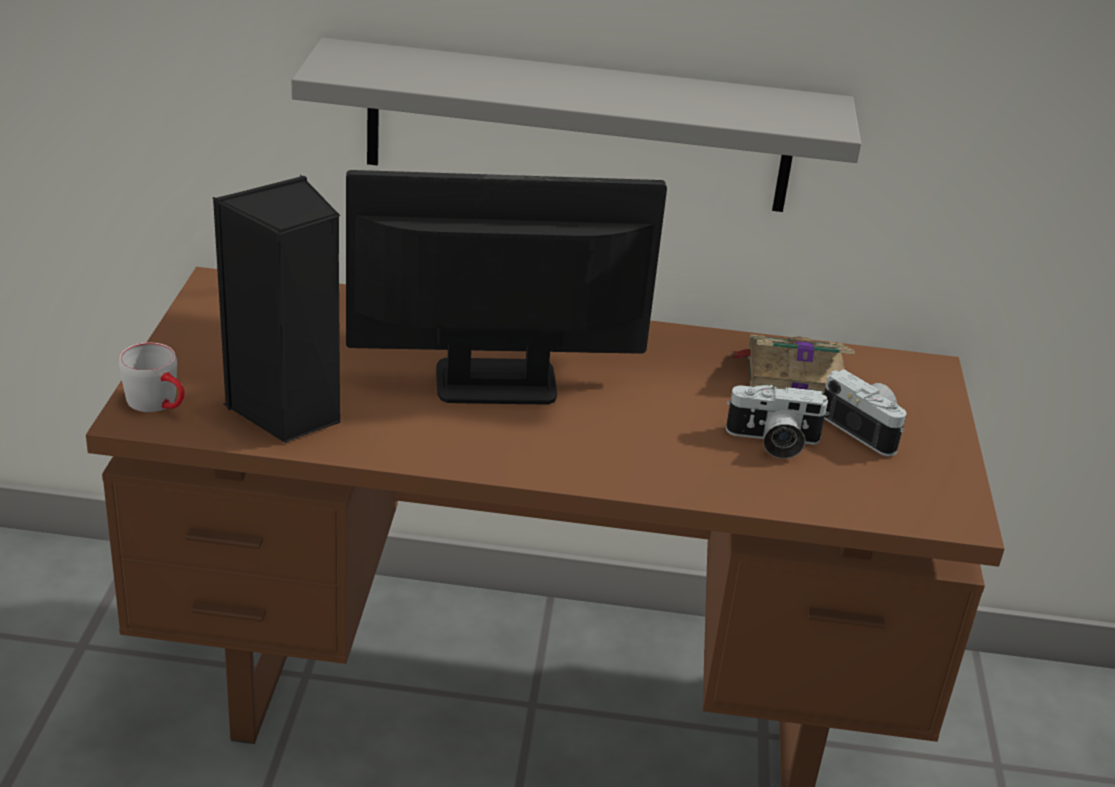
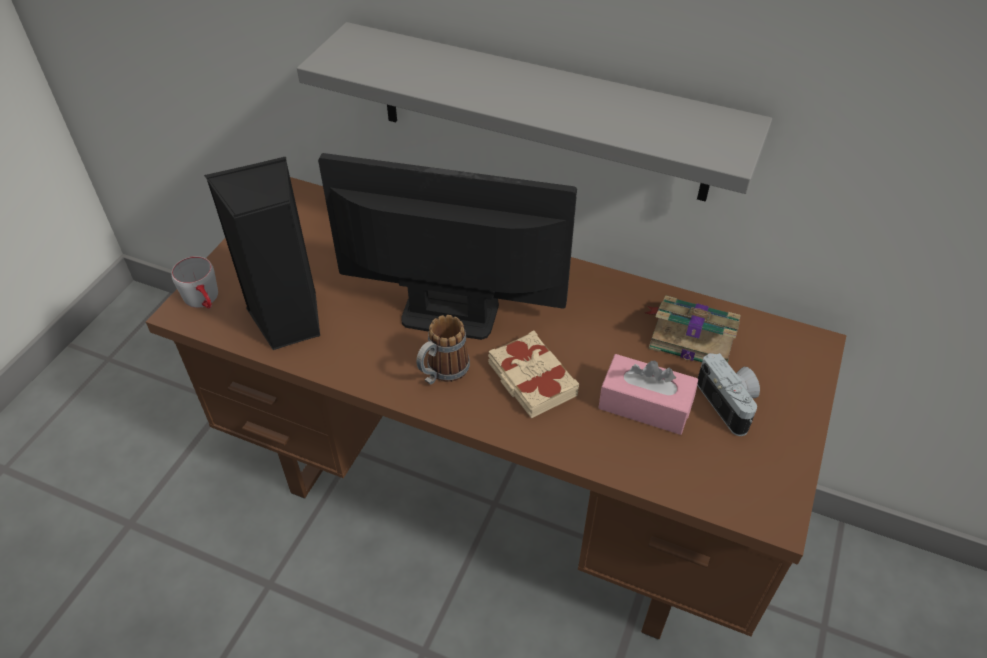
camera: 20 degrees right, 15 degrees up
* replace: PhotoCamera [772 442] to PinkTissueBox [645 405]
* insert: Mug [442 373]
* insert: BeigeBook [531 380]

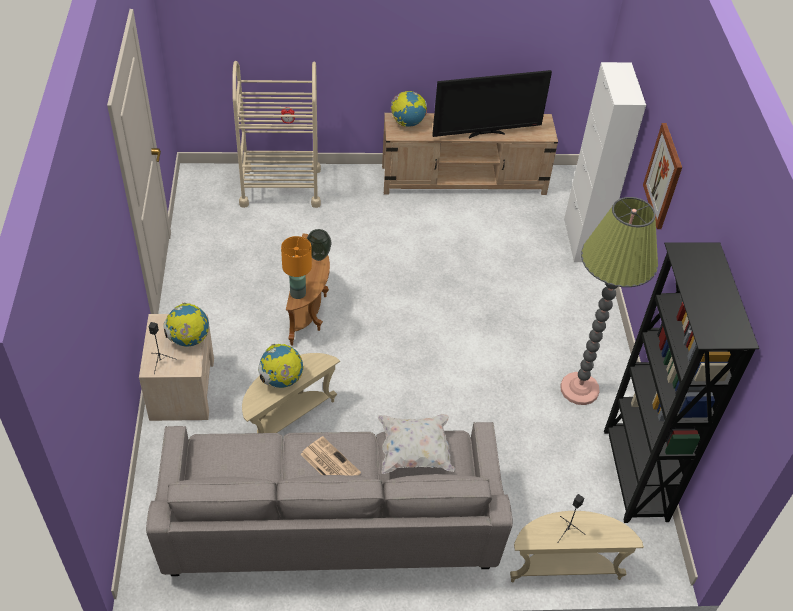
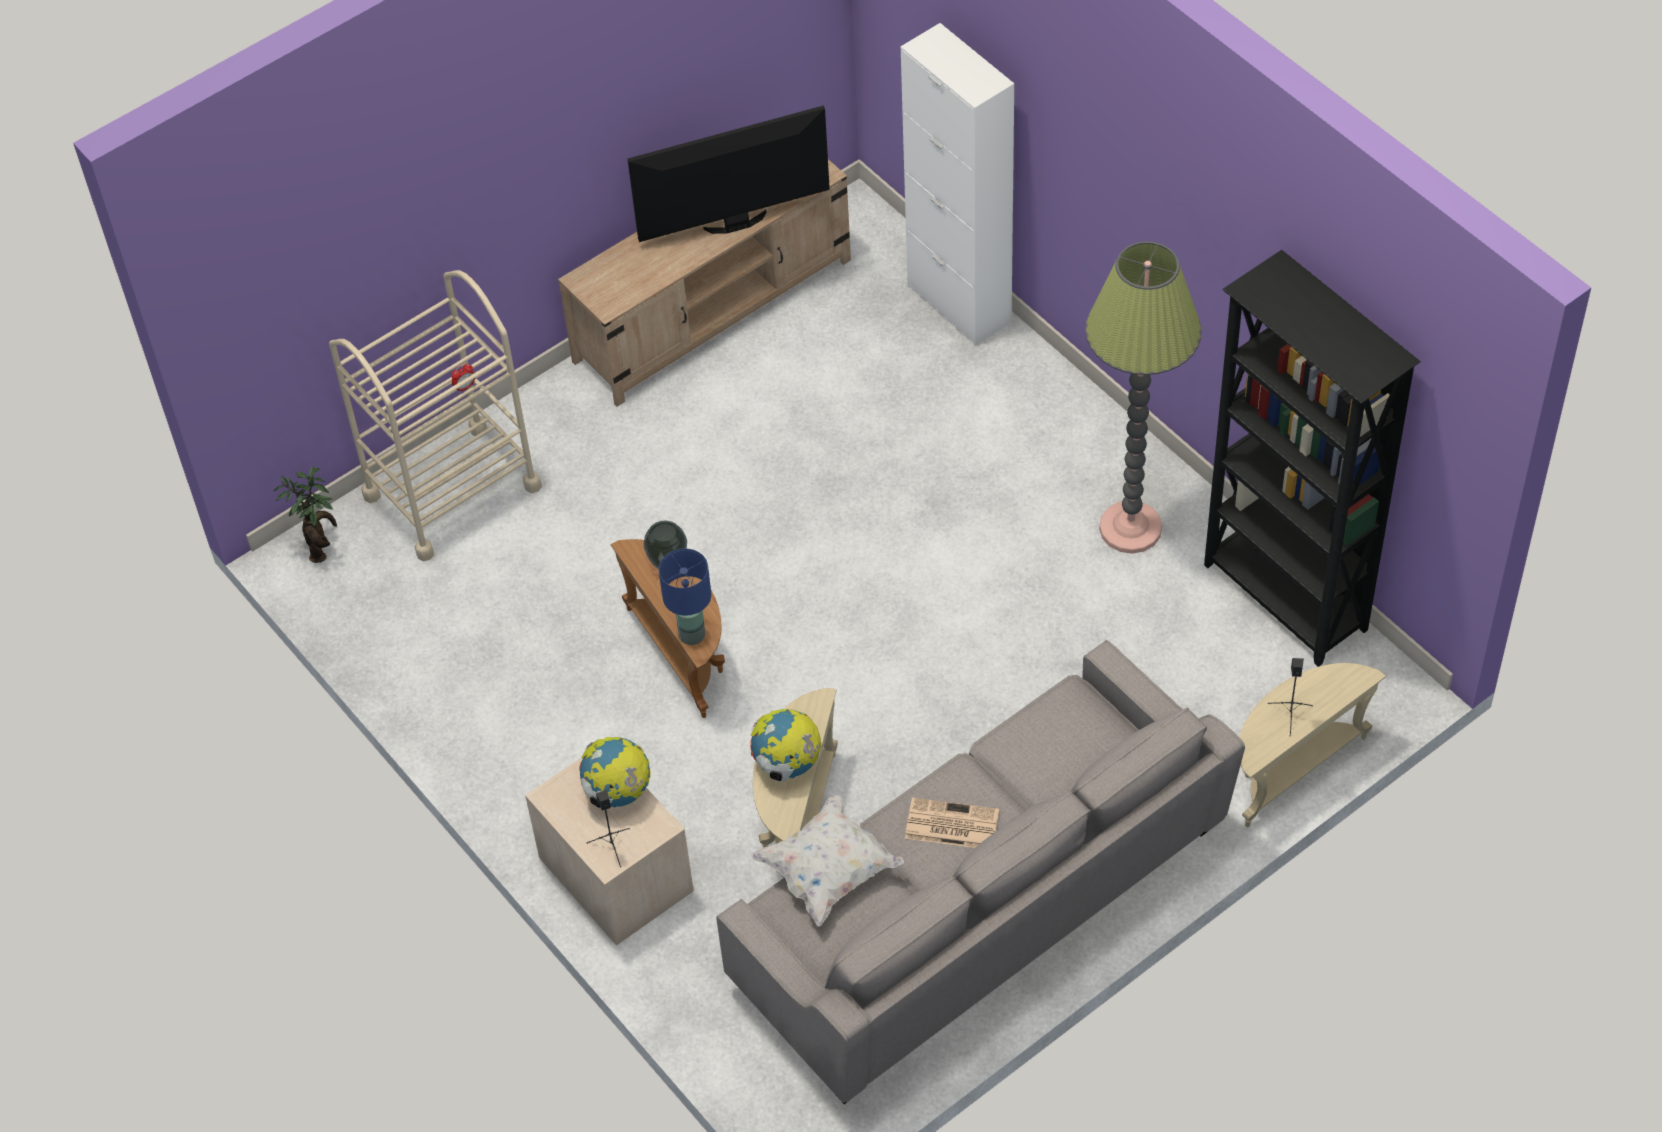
camera: 30 degrees left, 5 degrees up
* rotate: Television [486 133] = [736 224] 150 degrees counterclockwise
* delete: Globe [408 123]
* delete: Picture [663 176]
* recolor: OrangeTableLamp [297 293] to BlueTableLamp [691 635]
* move: WhitePillow [414 452] to [828 871]
* insert: PottedPlant [321 546]

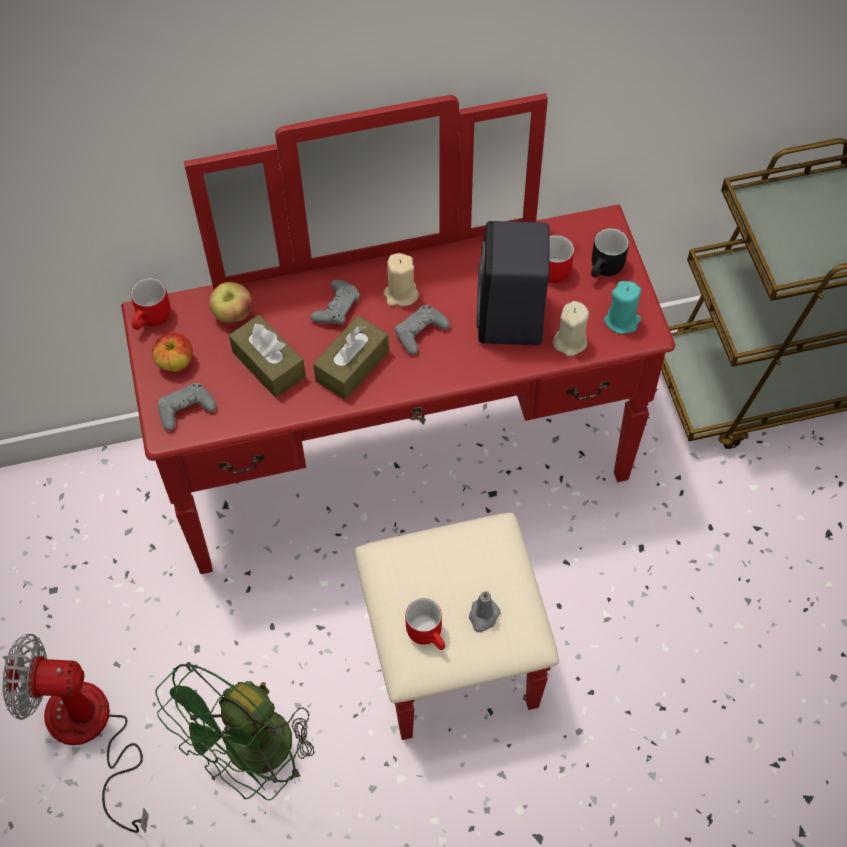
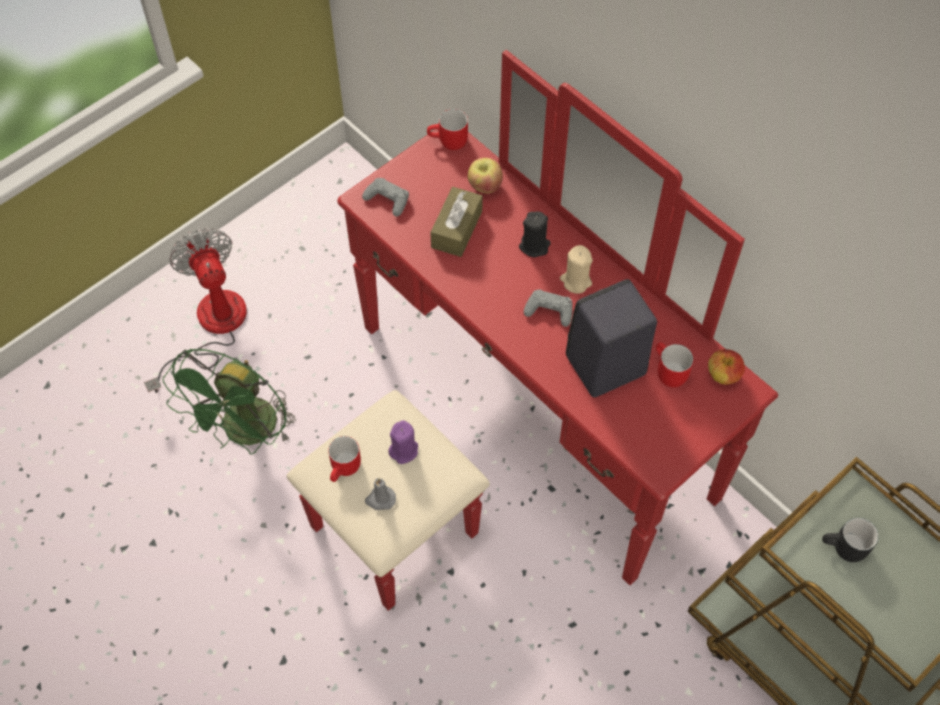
camera: 60 degrees right, 0 degrees up
* move: BlackMug [606 269] to [844 550]
* replace: GreyGameController [336 308] to BlackCandle [534 246]
* delete: TurquoiseCandle [622 321]
* delete: BeigeCandle [570 341]
* delete: BrownTissueBox [352 366]
* move: Apple [175 362] to [723 375]
* rotate: GreenFan [250 756] = [246 433] 75 degrees counterclockwise
* insert: PurpleCandle [404 450]

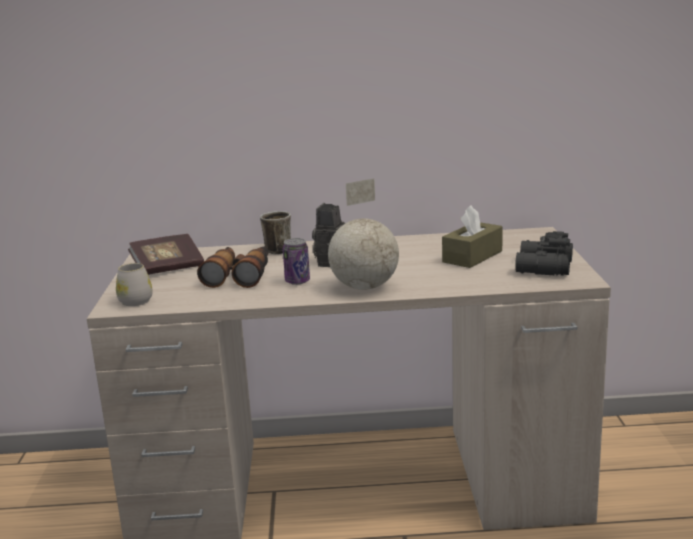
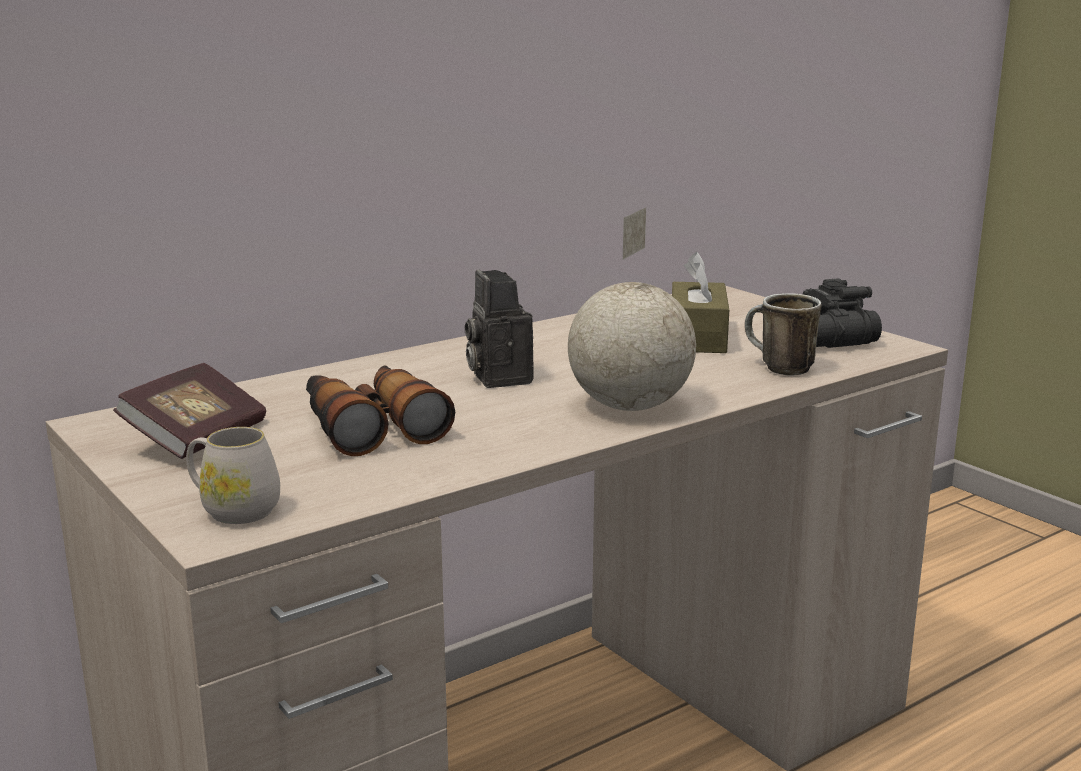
camera: 35 degrees left, 0 degrees up
* move: Mug [275 250] to [777 368]
* delete: Can [297 281]

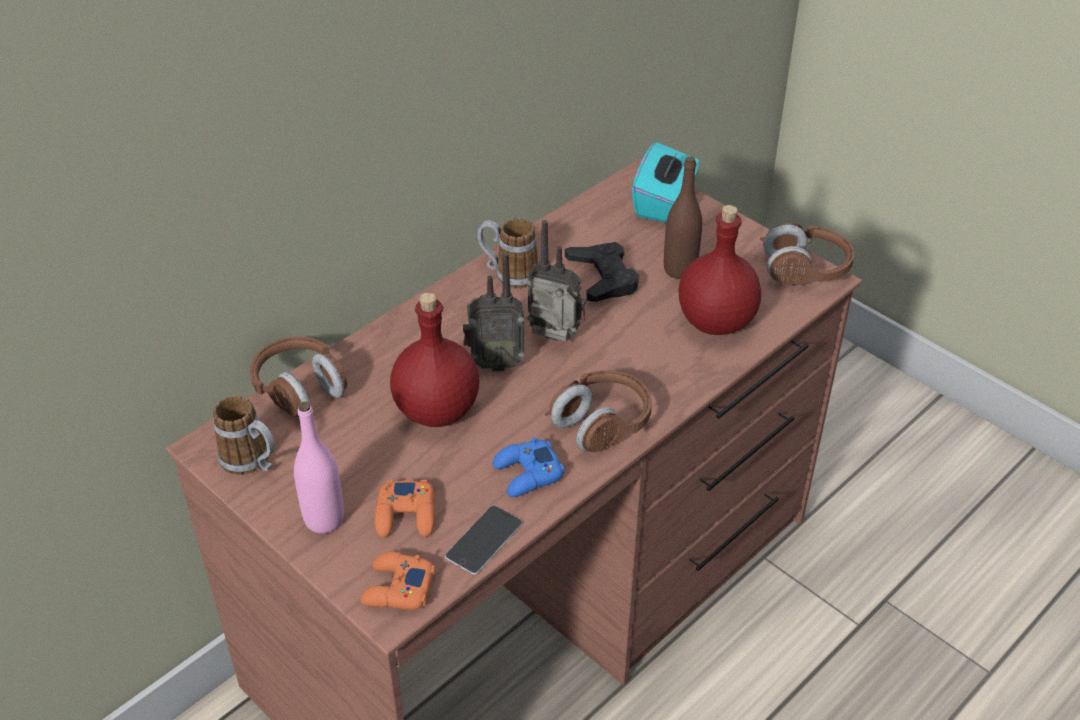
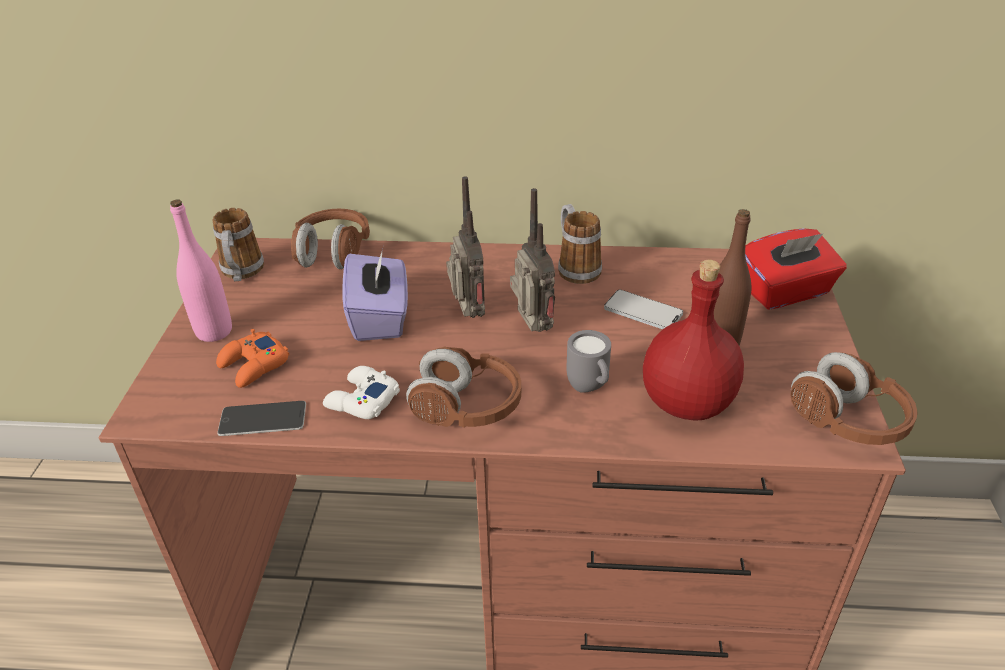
camera: 50 degrees right, 5 degrees down
* recolor: TurquoiseTissueBox [664 203] to RedTissueBox [785 292]
* replace: BlackGameController [603 277] to Phone [643 311]
* rotate: Radio [494 363] = [467 315] 150 degrees counterclockwise
* replace: RedBottle [435 411] to PurpleTissueBox [380 318]
* recolor: BlueGameController [527 474] to WhiteGameController [361 400]
* delete: OrangeGameController [397 588]
* insert: GreyMug [590 388]

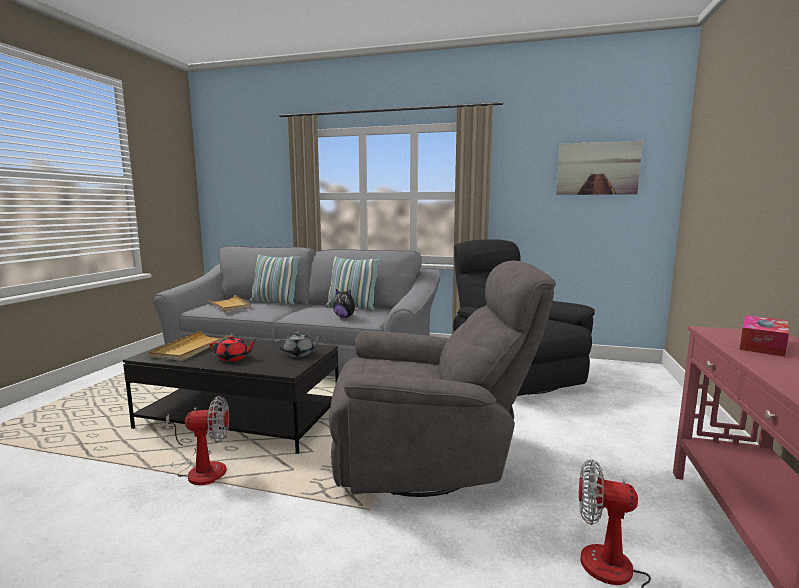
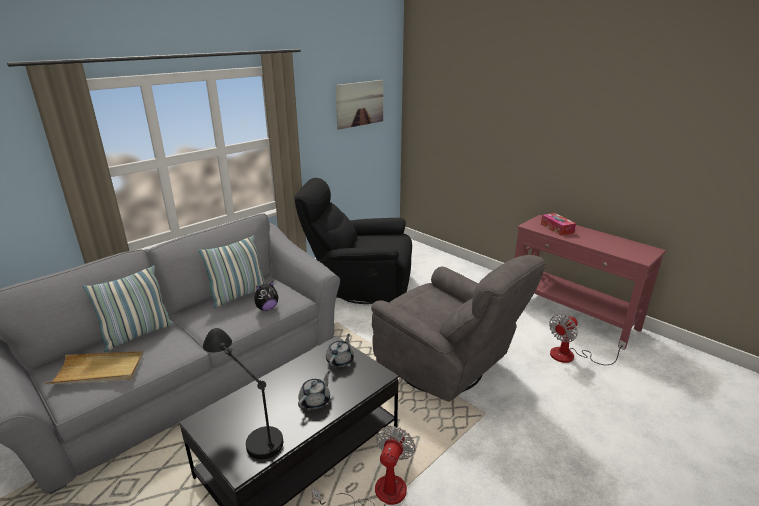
camera: 60 degrees left, 15 degrees up
* rotate: GreyArmchair [429 459] = [445 369] 105 degrees clockwise
* replace: BeigeTray [192 348] to BlackTableLamp [248 426]
* recolor: RedTeapot [233 358] to GreyTeapot [315 400]

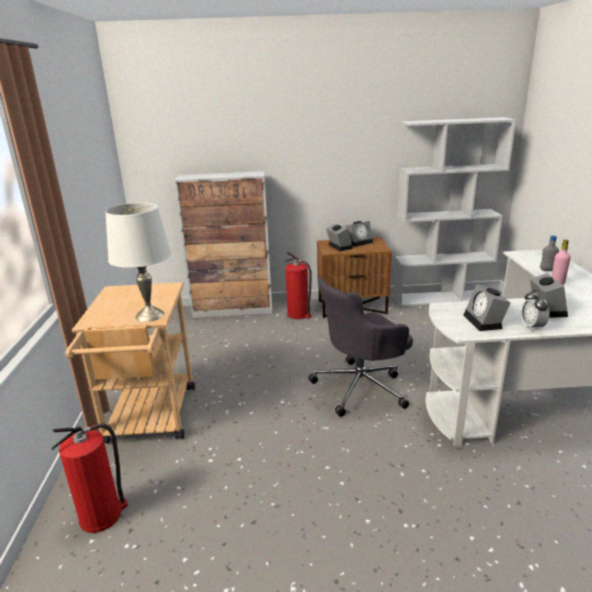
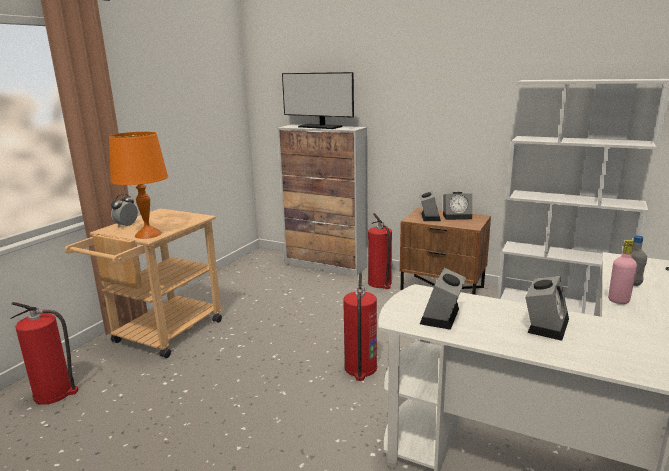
camera: 30 degrees right, 5 degrees down
* recolor: WhiteTableLamp [150 315] to OrangeTableLamp [148 234]
* replace: GreyOfficeChair [361 387] to FireExtinguisher [360 368]
* move: AlarmClock [532 327] to [126 226]
* insert: Monitor [320 127]

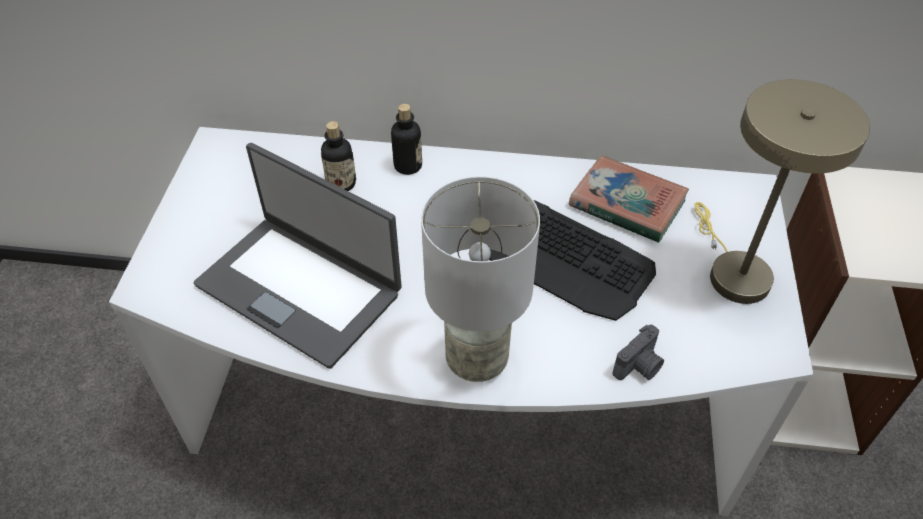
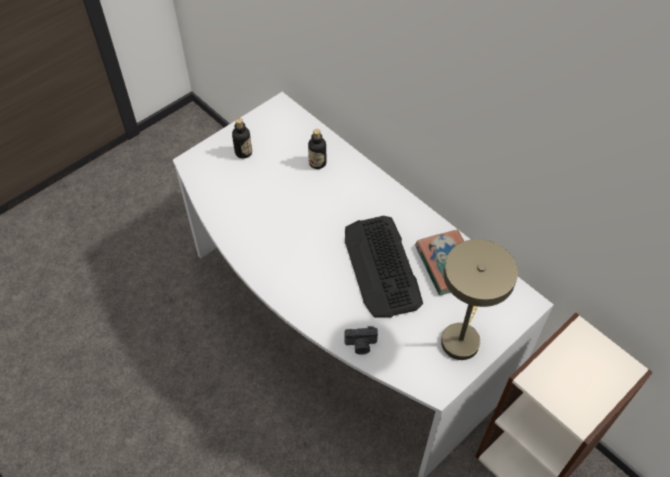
camera: 40 degrees right, 5 degrees up
* move: Bottle [408 166] to [243 152]
* delete: Laptop [300 287]
* delete: GreyTableLamp [476 359]

